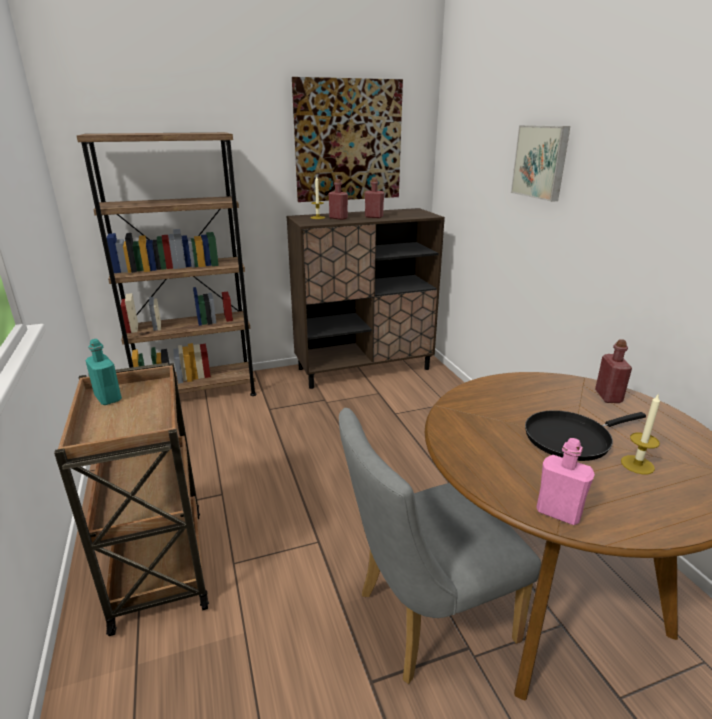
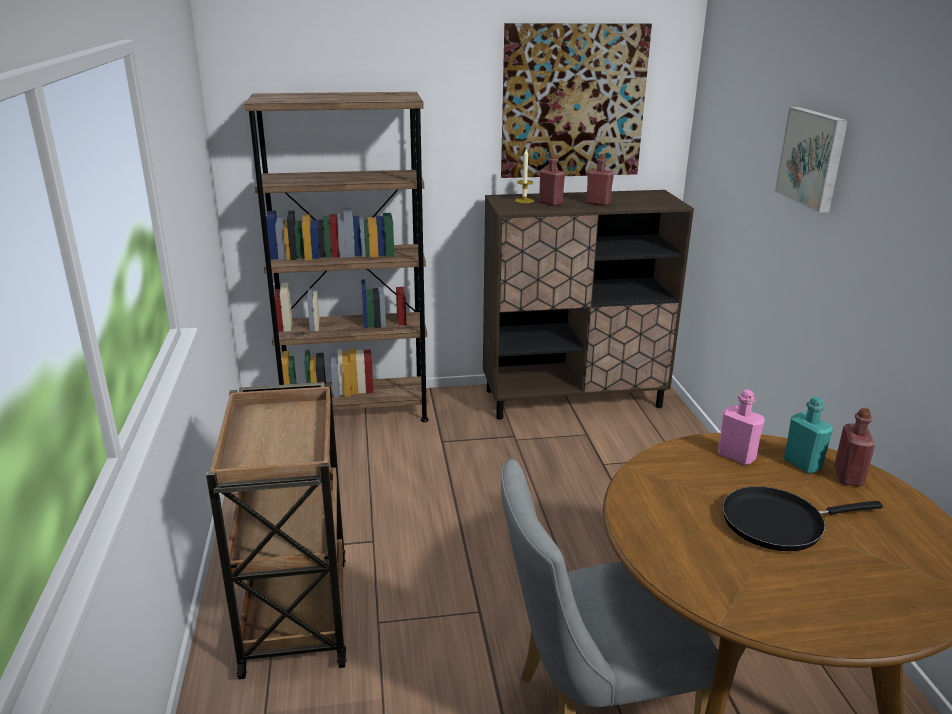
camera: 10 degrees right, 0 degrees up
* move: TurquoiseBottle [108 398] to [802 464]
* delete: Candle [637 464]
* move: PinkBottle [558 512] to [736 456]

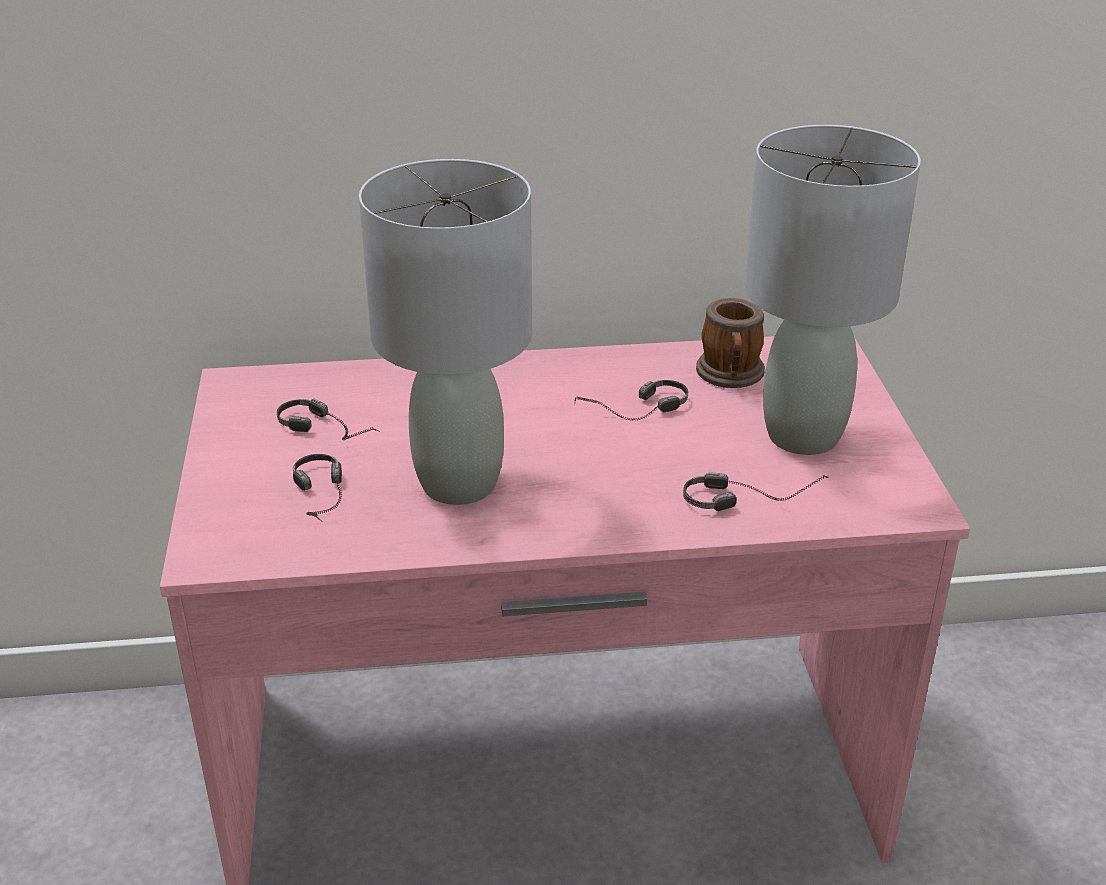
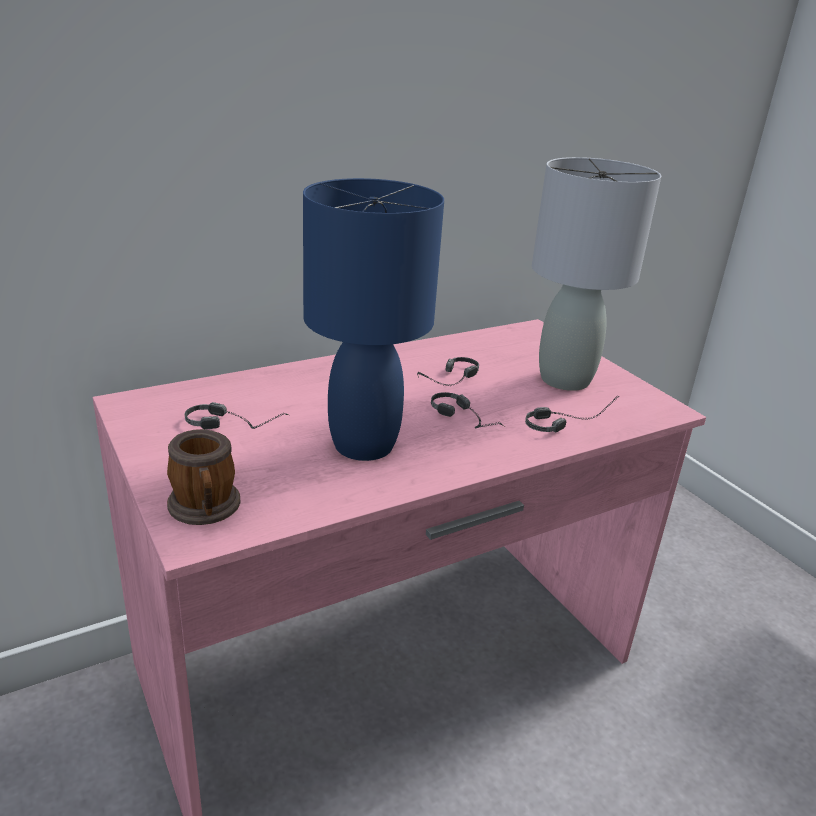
camera: 25 degrees left, 5 degrees down
* recolor: GreyTableLamp [458 484] to BlueTableLamp [364 446]
* move: Mug [730 375] to [206 509]
* move: Headphones [326 502] to [470 421]

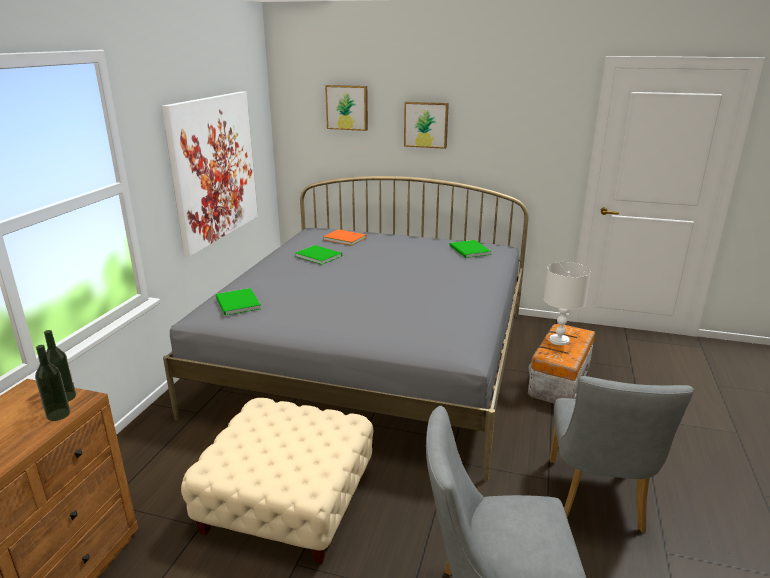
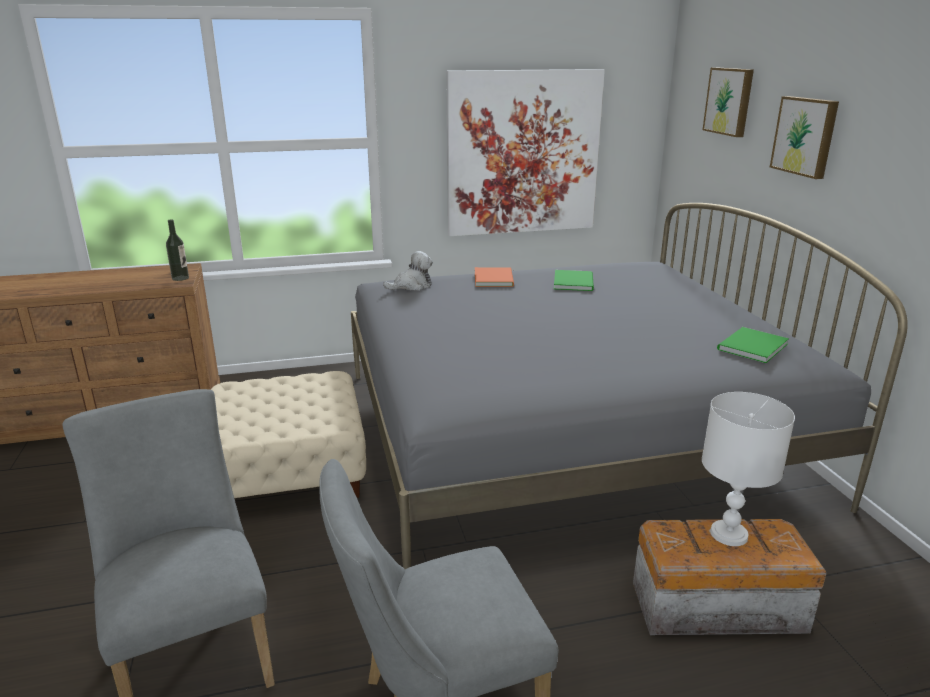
camera: 60 degrees right, 0 degrees up
* move: OrangeBook [344 238] to [494 278]
* replace: GreenBook [237 304] to PlushToy [411 286]
* delete: Bottle [58 414]

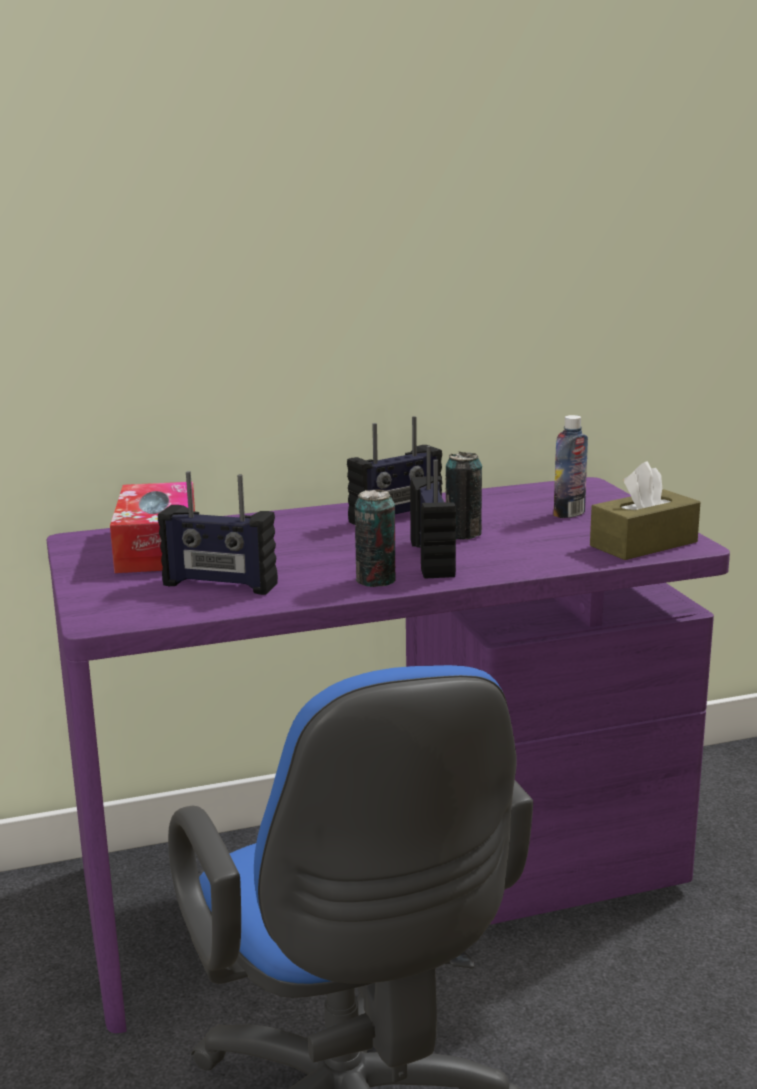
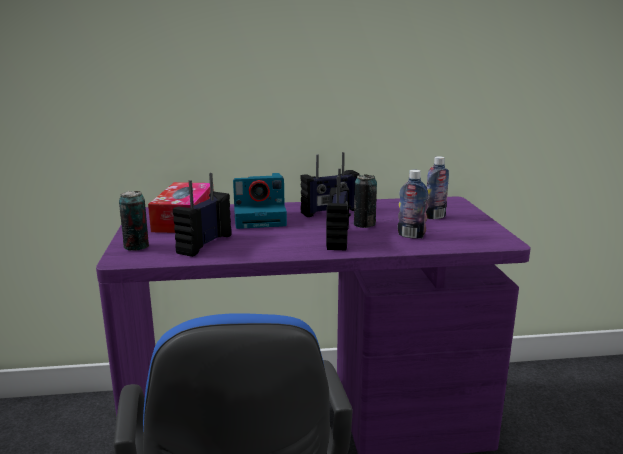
camera: 10 degrees right, 0 degrees up
* delete: BrownTissueBox [643 544]
* rotate: Radio [219 585] = [204 244] 90 degrees clockwise
* move: Can [375 580] to [136 246]
* insert: Bottle [411 235]
* insert: PhotoCamera [261 218]

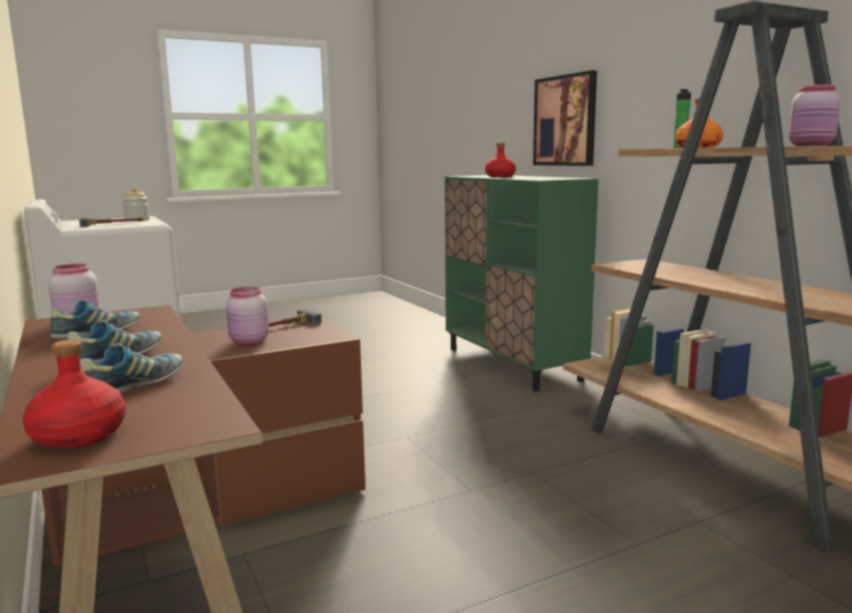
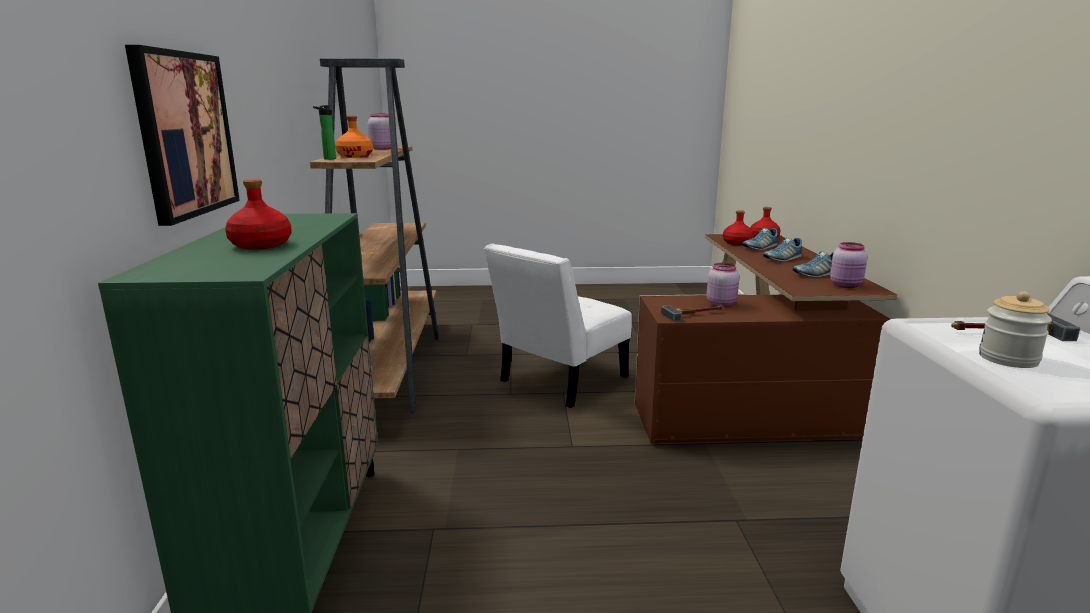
camera: 155 degrees left, 5 degrees up
* insert: RedBottle [737 243]
* insert: WhiteChair [559 382]

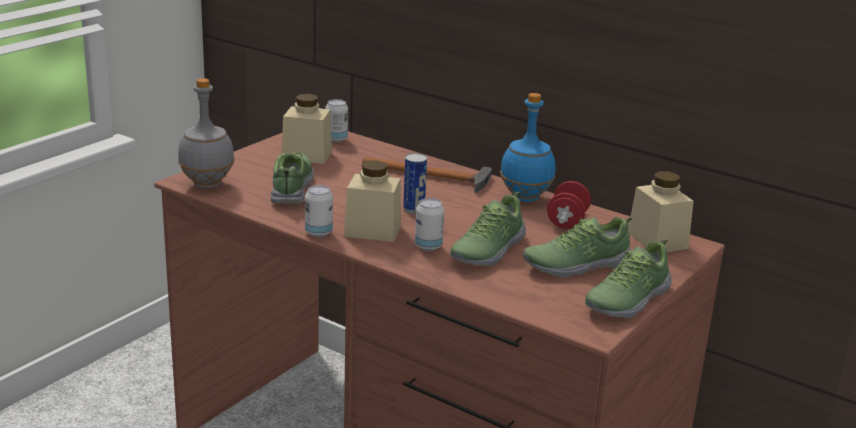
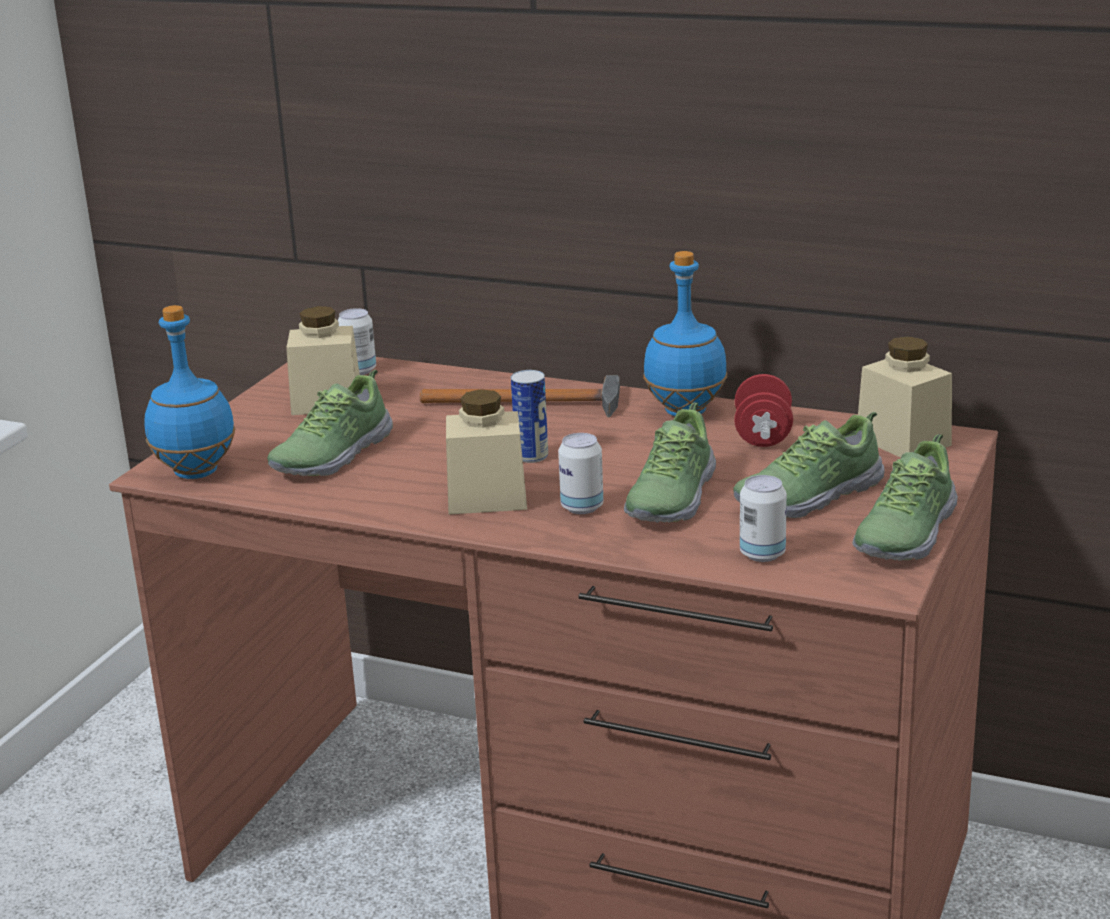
camera: 10 degrees left, 0 degrees up
* recolor: GreyBottle [208 184] to BlueBottle [196 471]
* rotate: Shoe [292 188] = [331 455] 135 degrees counterclockwise
* move: Can [318 233] to [762 554]

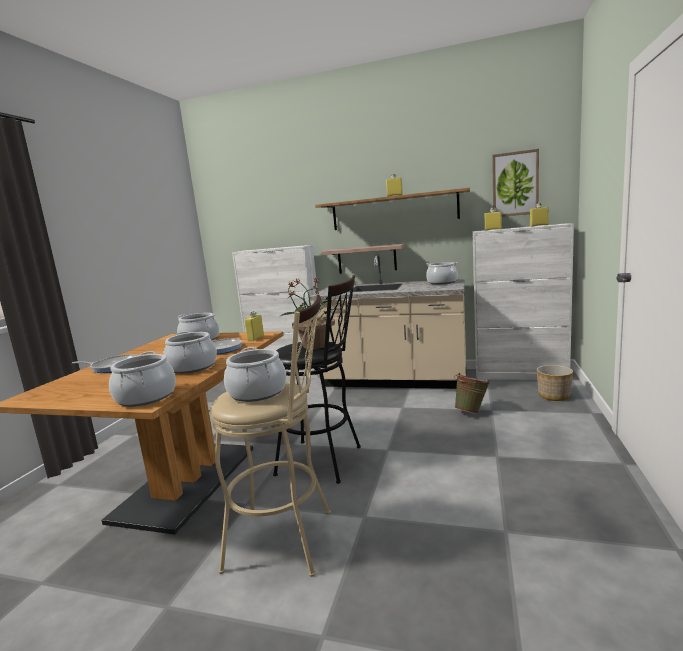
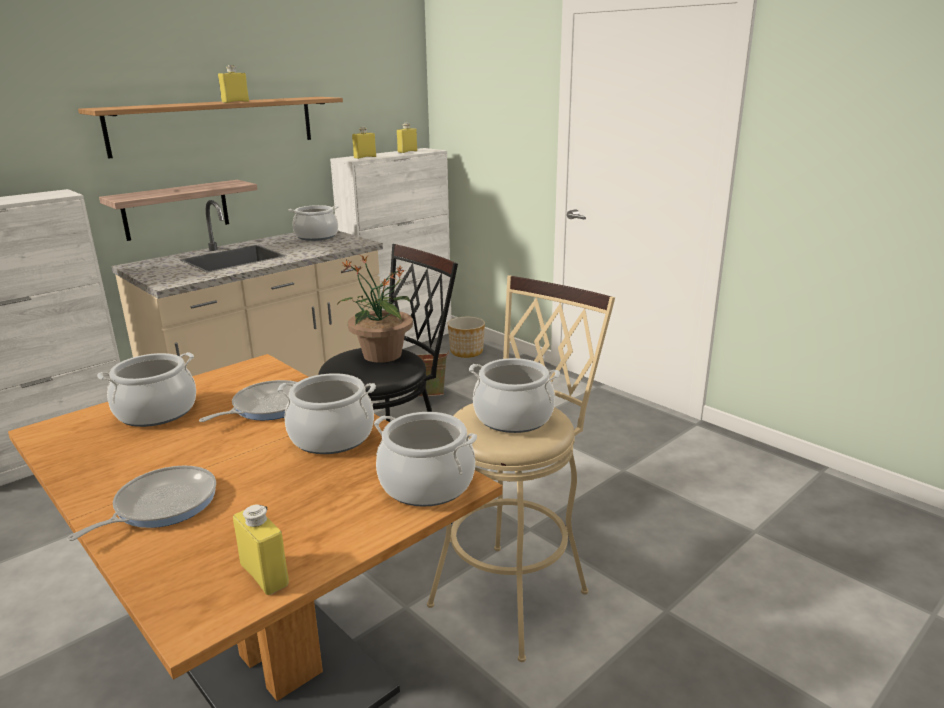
camera: 60 degrees left, 10 degrees up
* delete: Picture [515 184]
* move: YellowBottle [255 338] to [264 575]

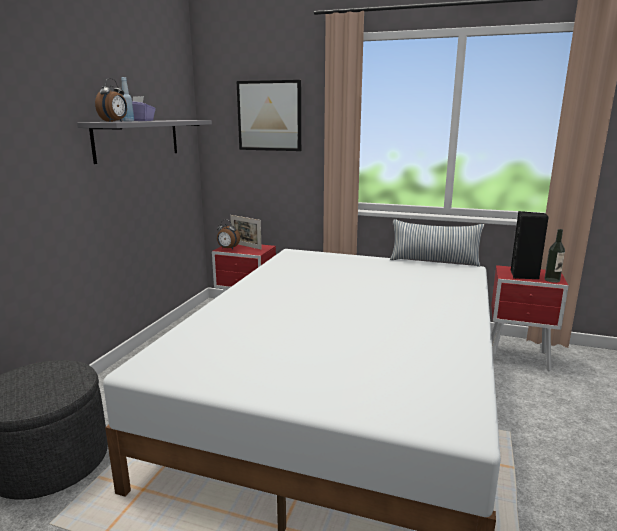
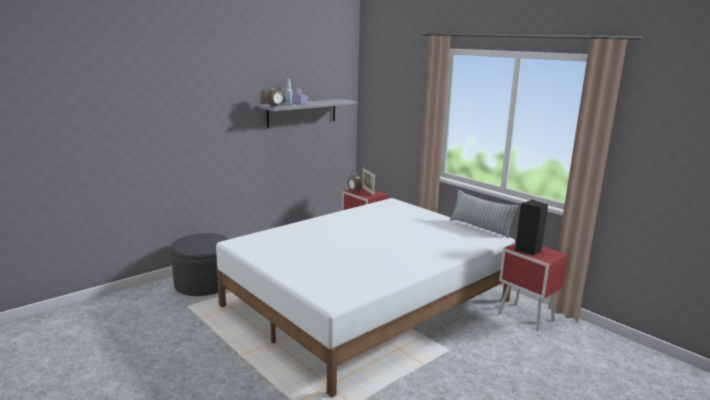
camera: 30 degrees right, 0 degrees up
* delete: Picture [269 116]
* delete: Bottle [552 280]

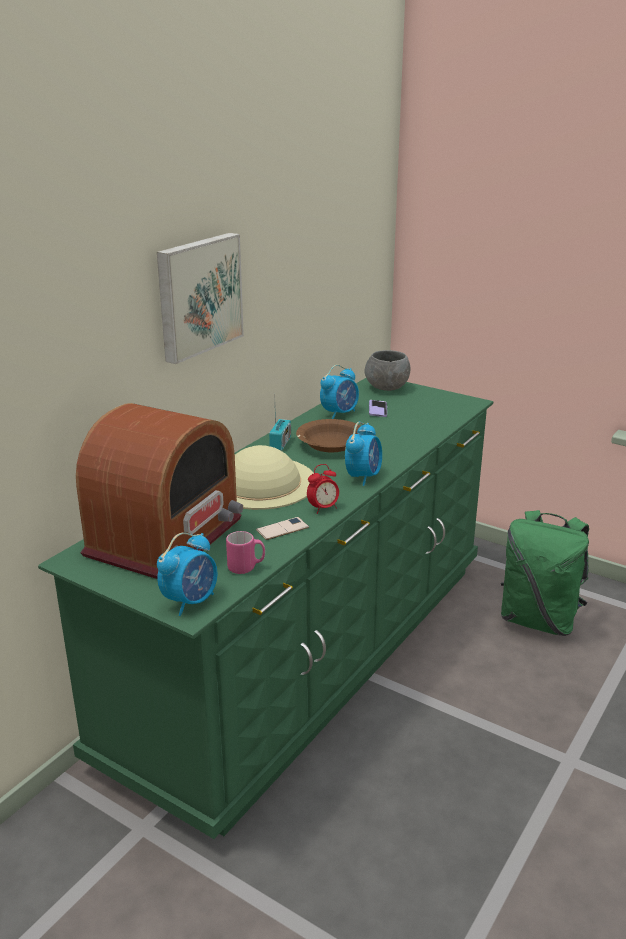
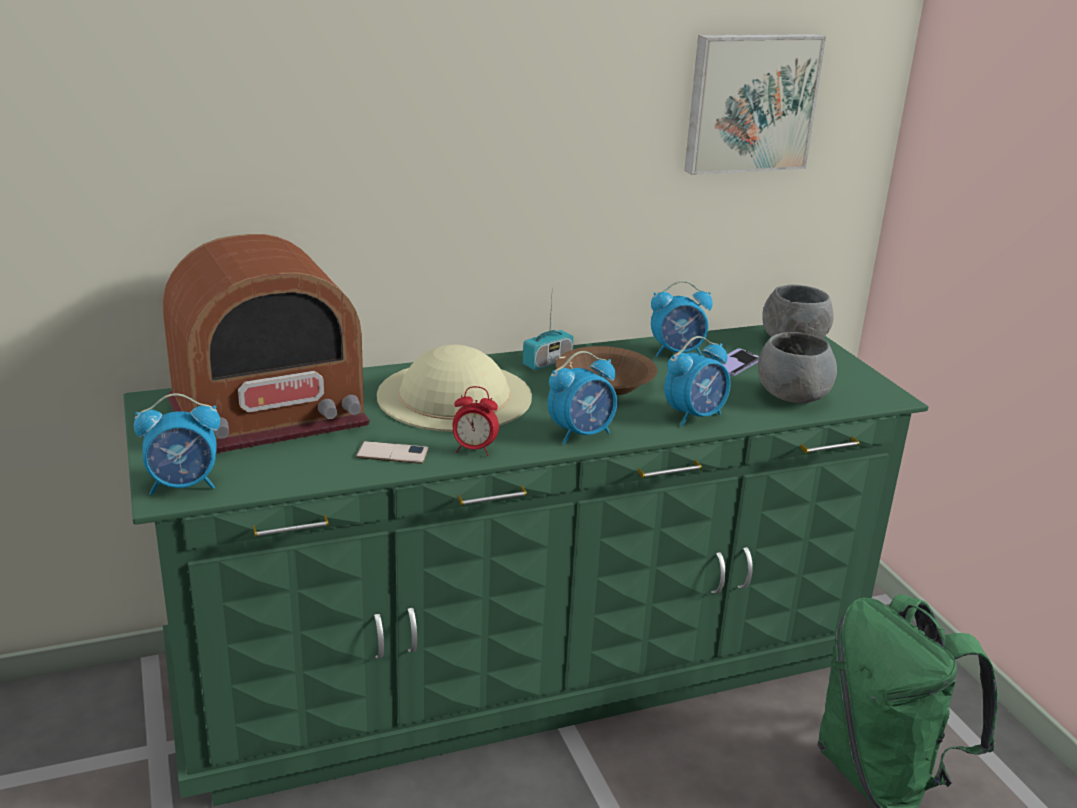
camera: 35 degrees right, 0 degrees up
* move: Picture [198 296] to [750 102]
* delete: PinkMug [246 567]
* insert: GreyBowl [792 396]
* insert: AlarmClock [695 416]

